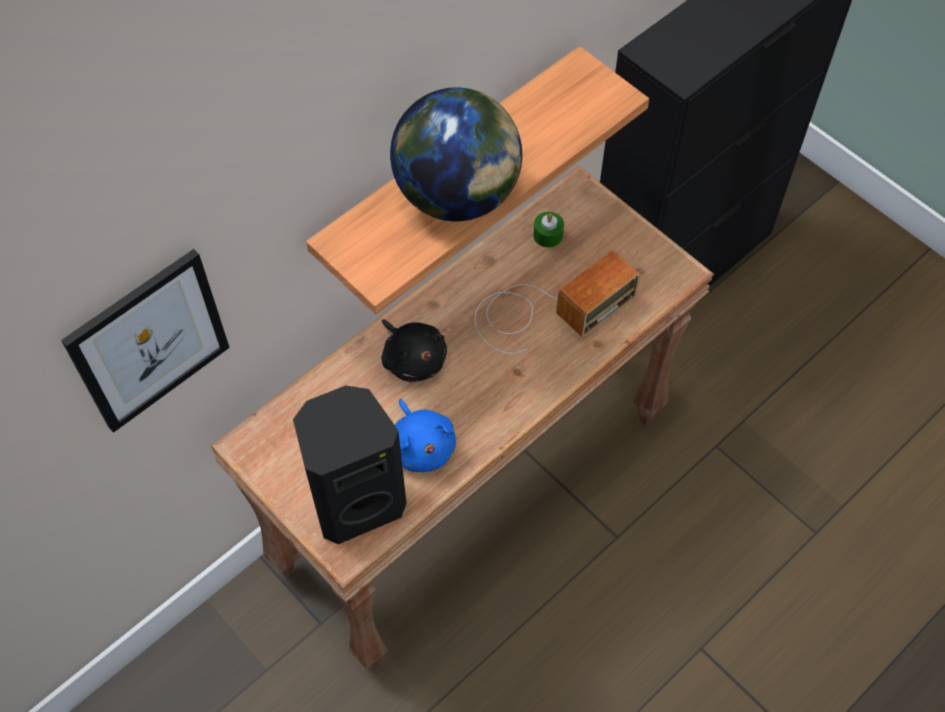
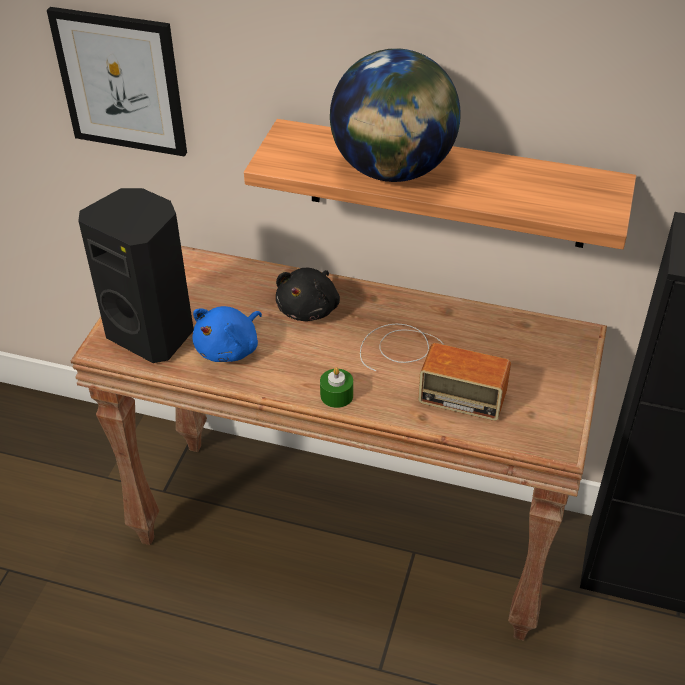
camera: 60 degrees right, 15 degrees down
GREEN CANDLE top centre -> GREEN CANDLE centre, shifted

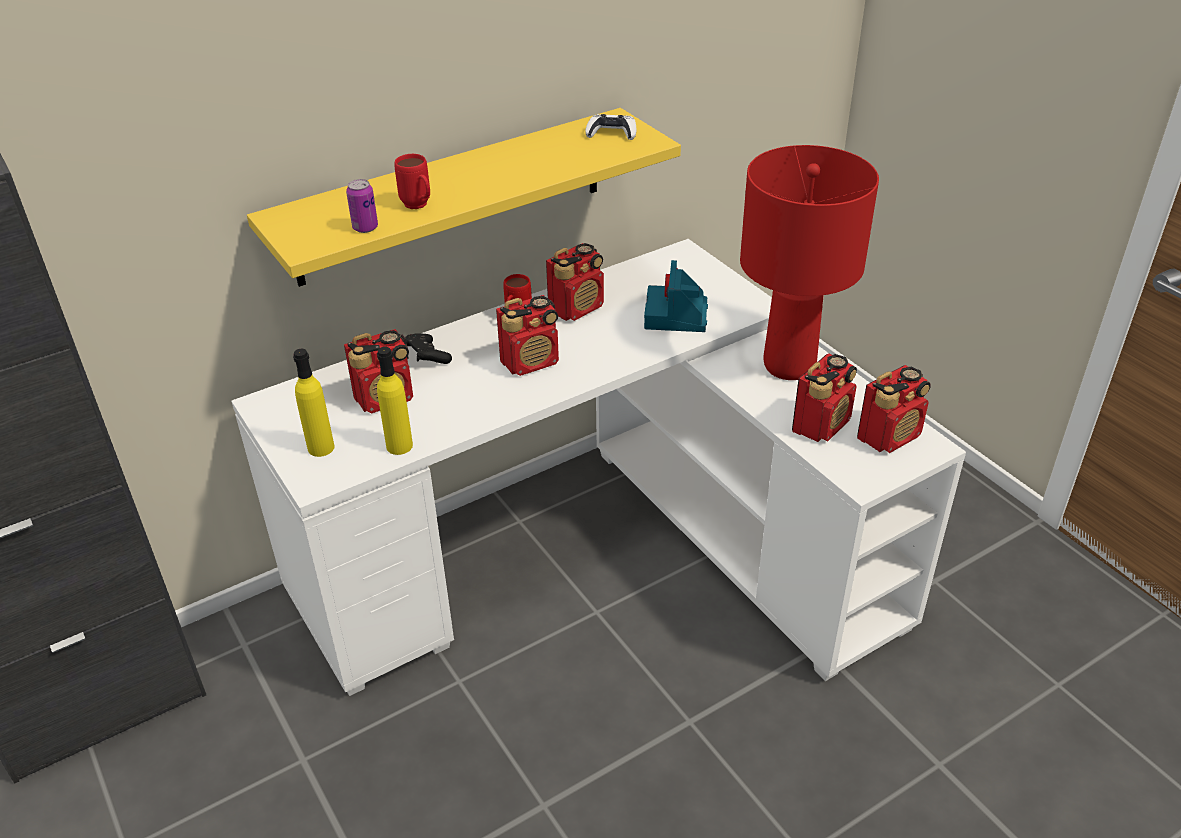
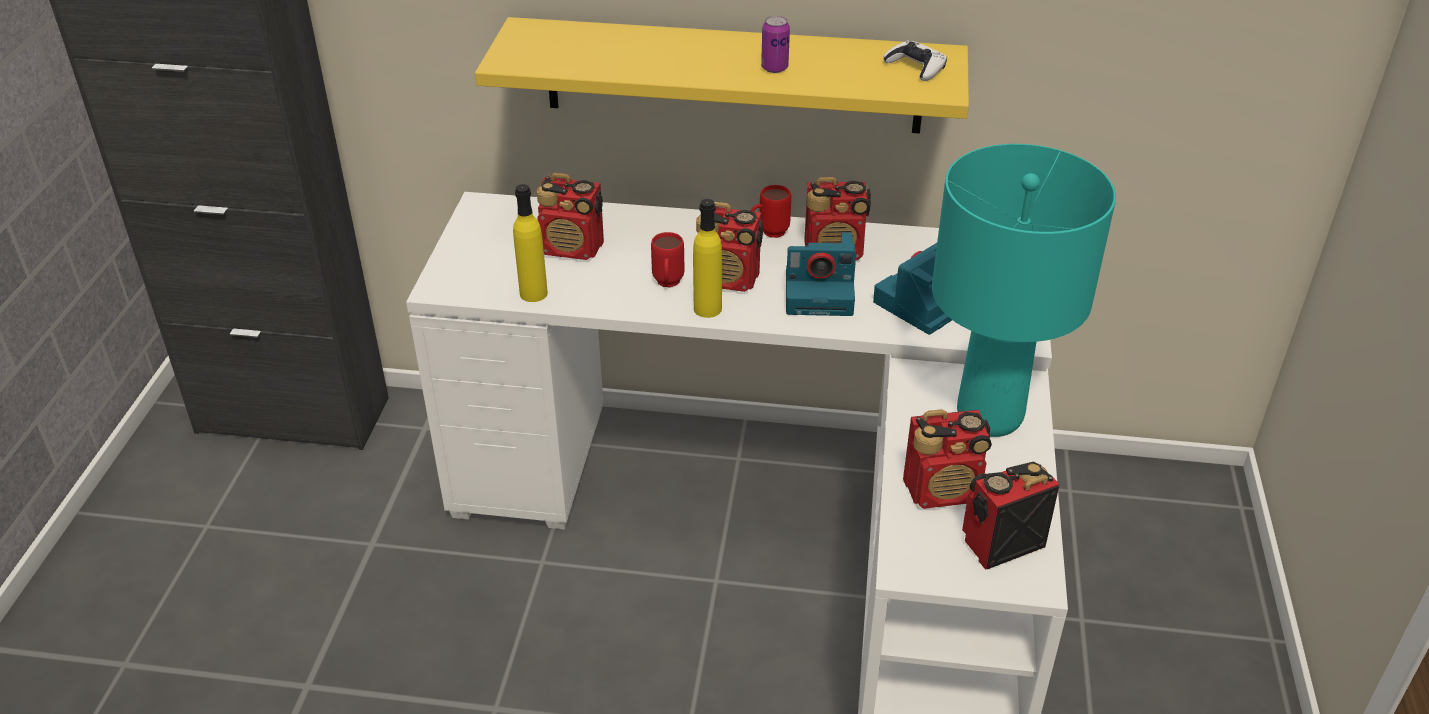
camera: 40 degrees right, 0 degrees up
RED TABLE LAMP top right -> TURQUOISE TABLE LAMP middle right
RED MUG (no. 1 from left) top centre -> RED MUG (no. 1 from left) centre, shifted
CAN top left -> CAN top centre, shifted
BLACK GAME CONTROLLER centre -> none
YELLOW BOTTLE (no. 1 from left in the first image) middle left -> YELLOW BOTTLE (no. 2 from left) centre, shifted
RADIO (no. 5 from left) middle right -> RADIO (no. 5 from left) bottom right, 150 degrees clockwise
none -> PHOTO CAMERA (no. 1 from left) centre

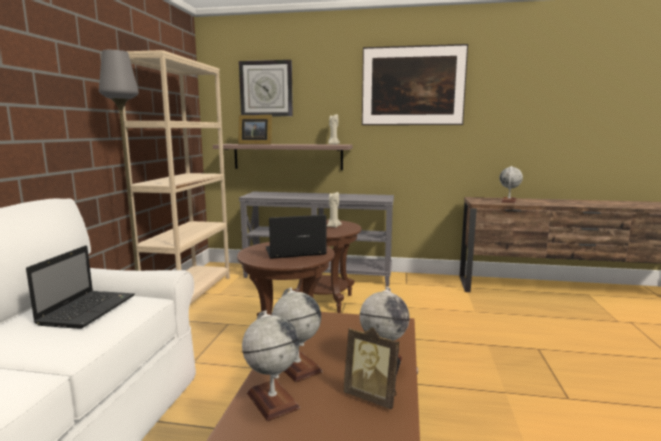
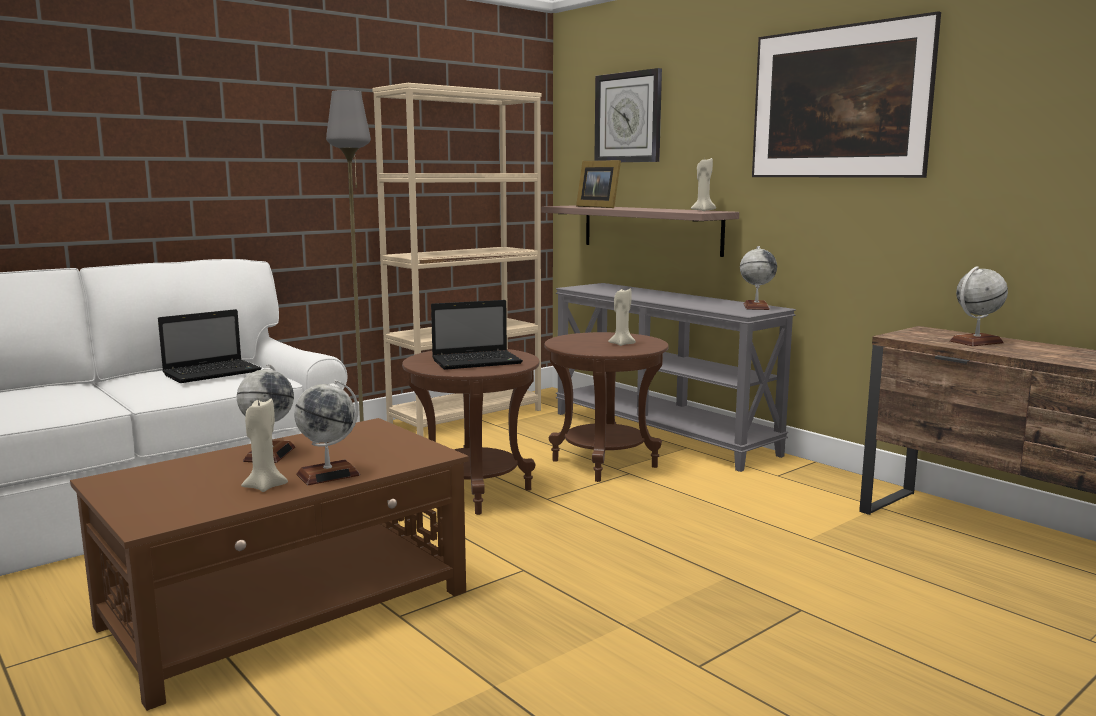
camera: 40 degrees right, 0 degrees up
LAPTOP (no. 2 from left) centre, 135 degrees clockwise
GLOBE (no. 1 from left in the first image) bottom centre -> GLOBE (no. 3 from left) middle right, shifted
PICTURE FRAME (no. 2 from left) bottom centre -> BEIGE CANDLE (no. 1 from left) middle left

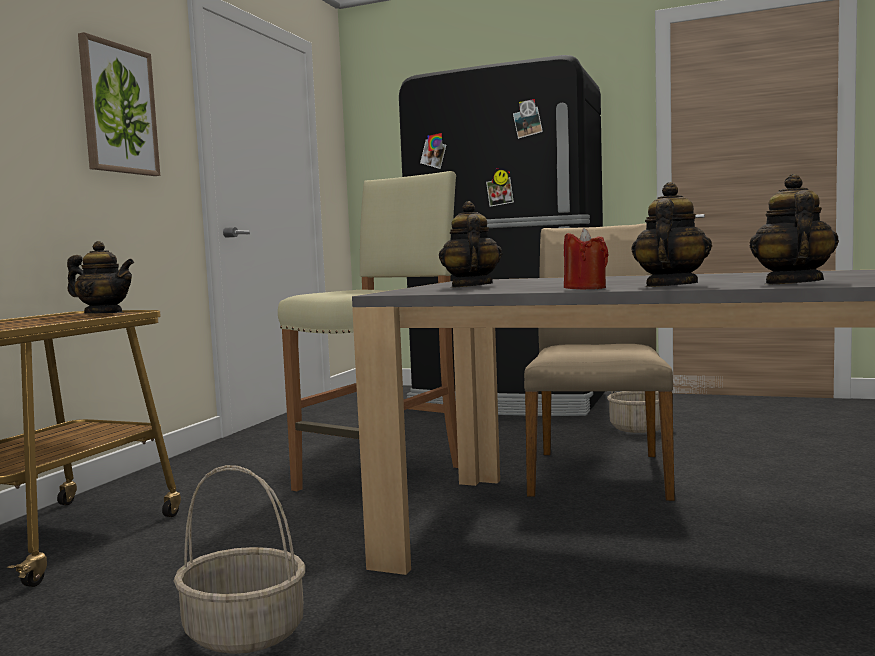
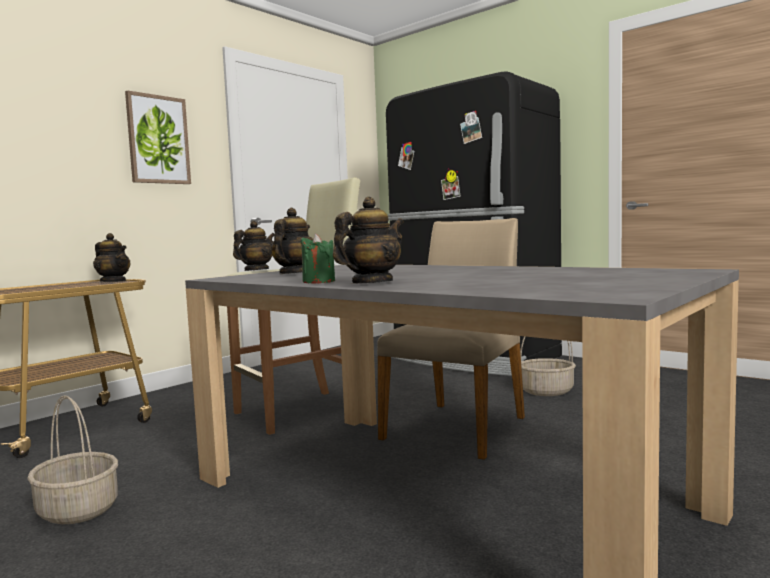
camera: 20 degrees right, 0 degrees up
TEAPOT (no. 4 from left in the first image) middle right -> TEAPOT (no. 2 from left) middle left, shifted
RED CANDLE middle right -> GREEN CANDLE centre

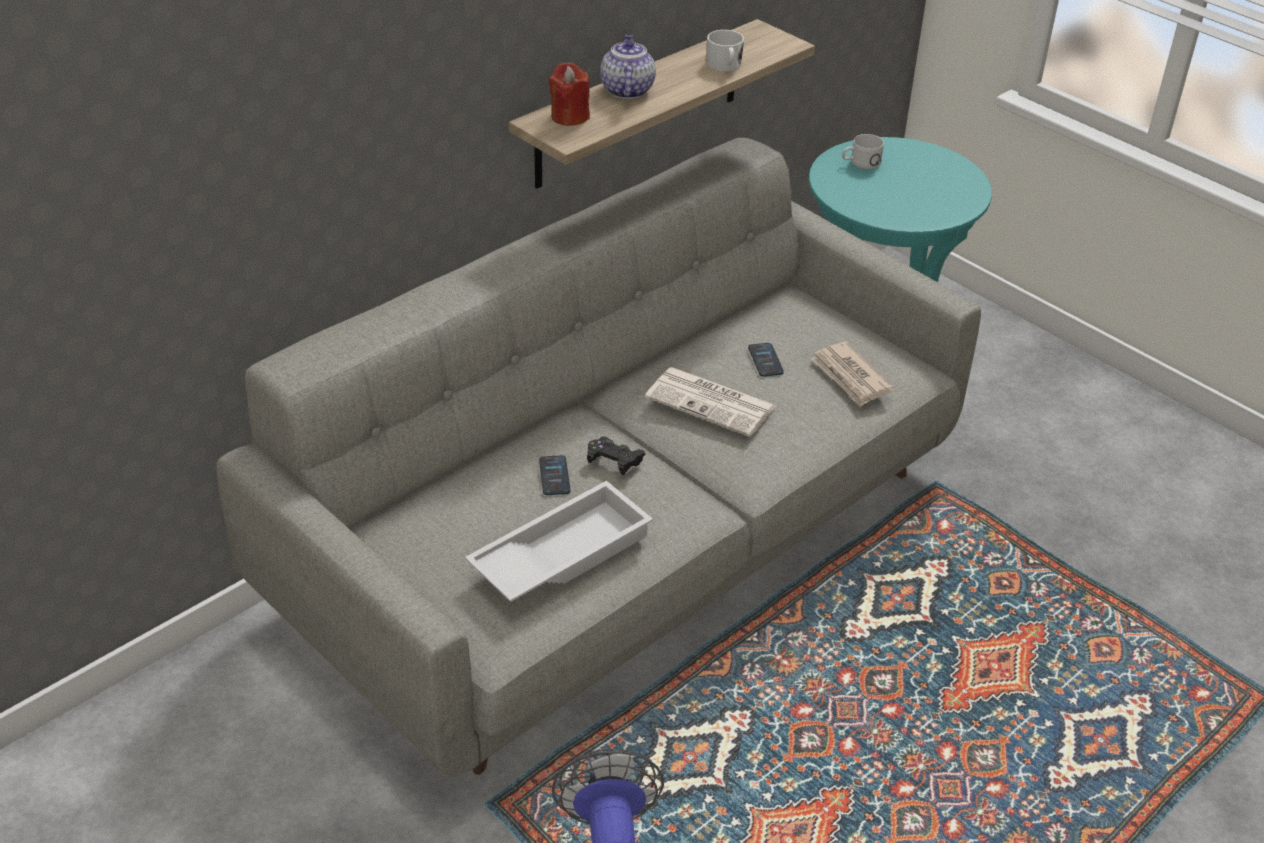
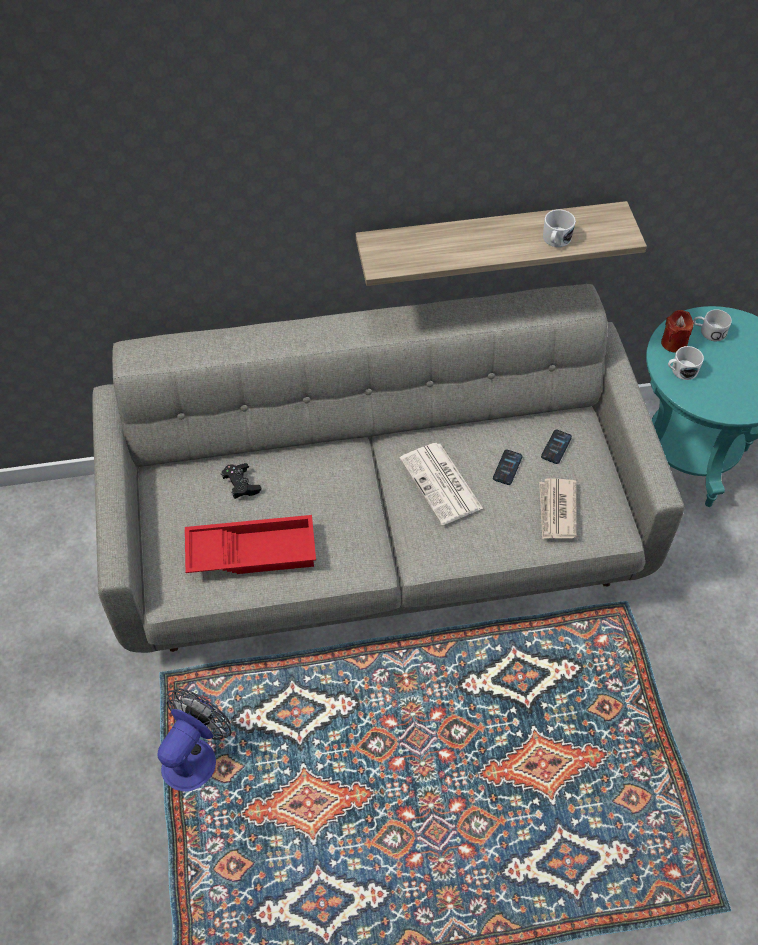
camera: 35 degrees right, 15 degrees up
TEAPOT top centre -> none
RED CANDLE top centre -> RED CANDLE middle right, shifted
BLACK GAME CONTROLLER centre -> BLACK GAME CONTROLLER middle left, shifted
PHONE (no. 1 from left in the first image) centre -> PHONE (no. 2 from left) middle right, shifted
WHITE TRAY centre -> RED TRAY middle left
none -> WHITE MUG (no. 2 from left) middle right

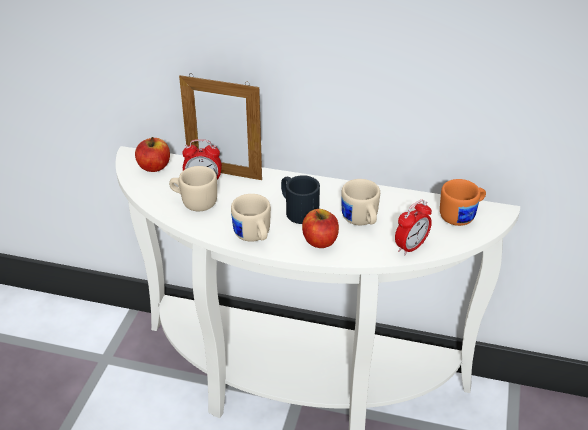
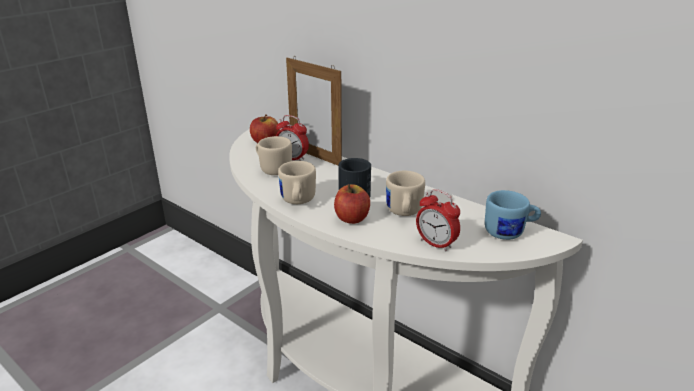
camera: 25 degrees right, 10 degrees down
ORANGE MUG middle right -> BLUE MUG middle right
ALARM CLOCK (no. 2 from left) middle right -> ALARM CLOCK (no. 2 from left) centre, 60 degrees clockwise

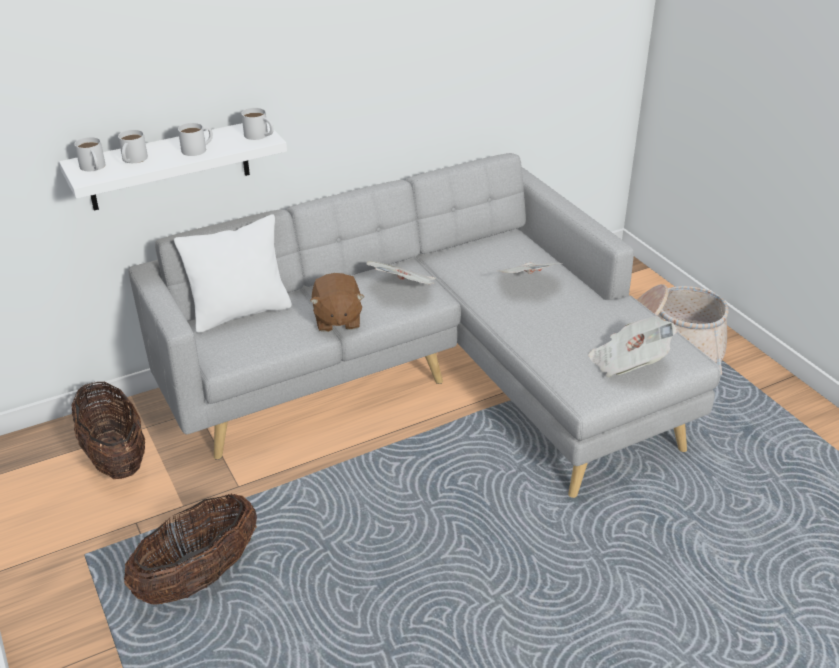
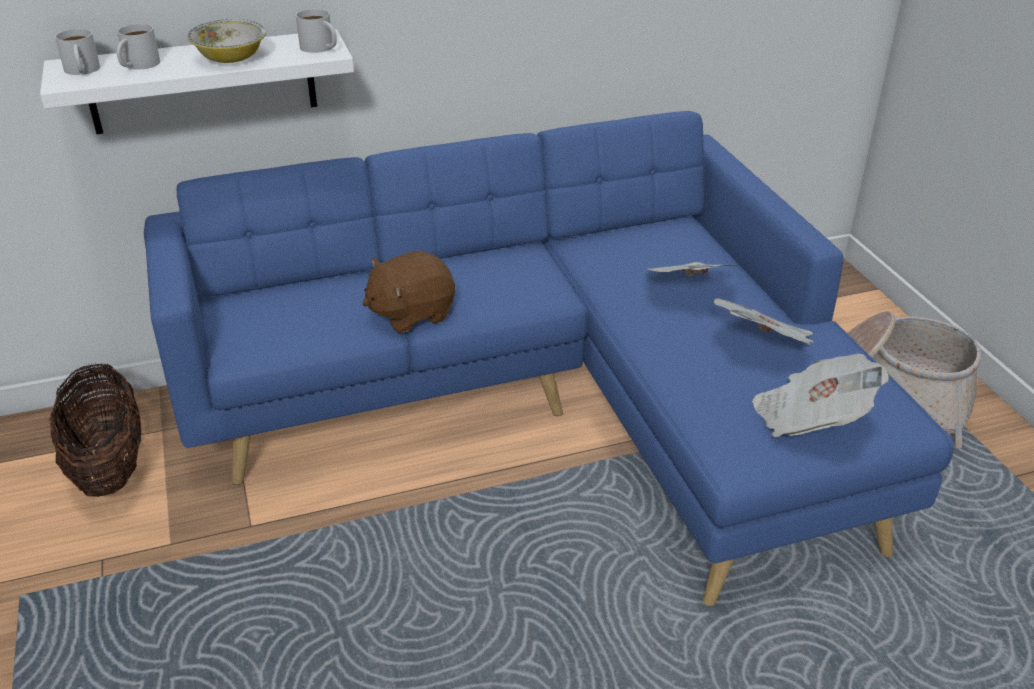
camera: 10 degrees right, 0 degrees up
WHITE MUG (no. 3 from left) top left -> BOWL top left
GREY SOFA centre -> BLUE SOFA centre
WHITE PILLOW middle left -> none
NEWSPAPER (no. 1 from left in the first image) centre -> NEWSPAPER (no. 2 from left) middle right, shifted
BROWN PLUSH TOY centre, 60 degrees clockwise
BASKET (no. 2 from left) bottom left -> none

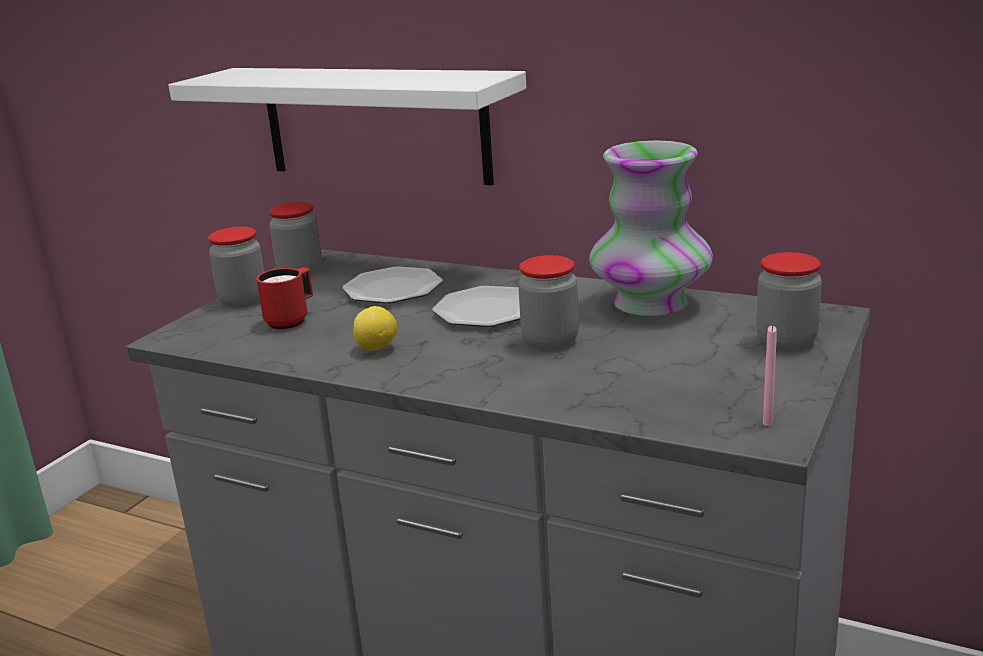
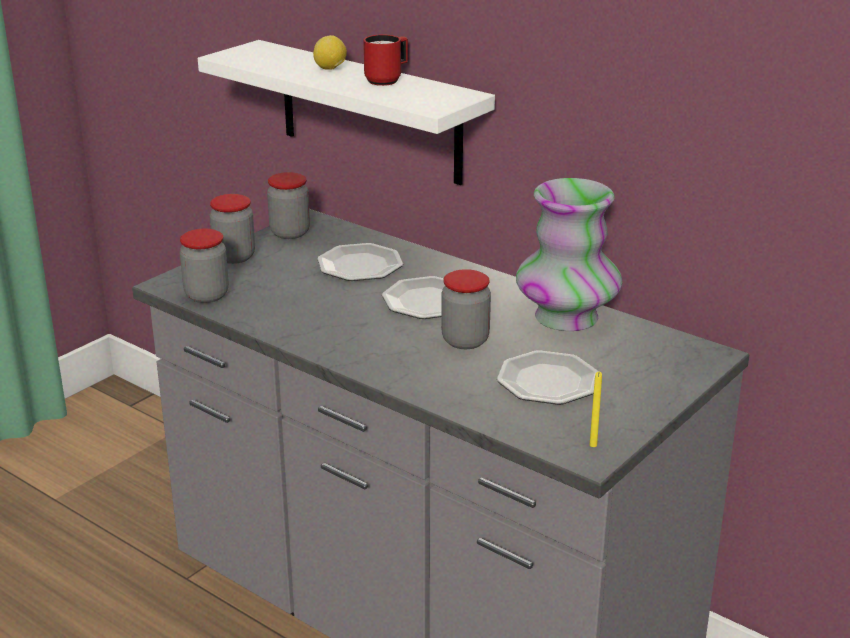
camera: 10 degrees right, 5 degrees up
JAR (no. 4 from left in the first image) middle right -> JAR (no. 1 from left) middle left, shifted
RED MUG middle left -> RED MUG top centre, shifted
LEMON centre -> LEMON top centre, shifted
PINK CANDLE middle right -> YELLOW CANDLE middle right
none -> PLATE (no. 3 from left) centre

